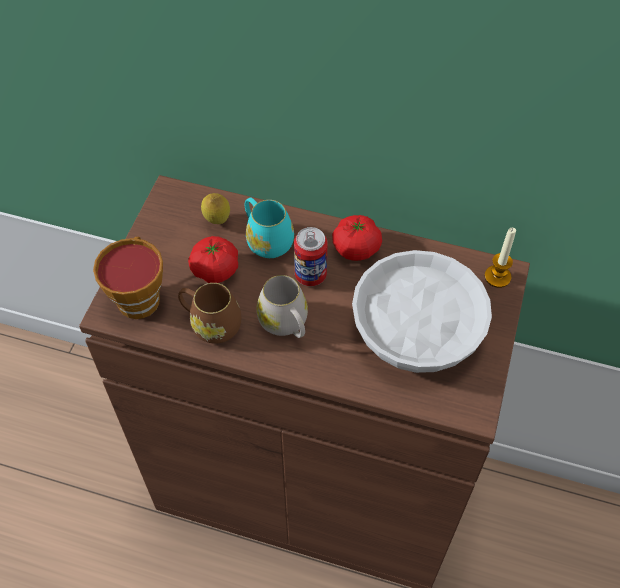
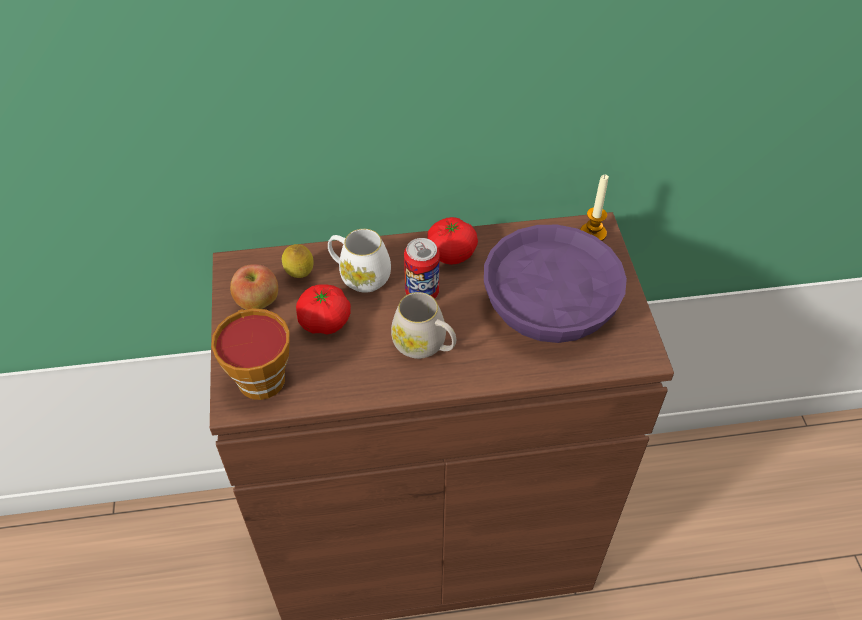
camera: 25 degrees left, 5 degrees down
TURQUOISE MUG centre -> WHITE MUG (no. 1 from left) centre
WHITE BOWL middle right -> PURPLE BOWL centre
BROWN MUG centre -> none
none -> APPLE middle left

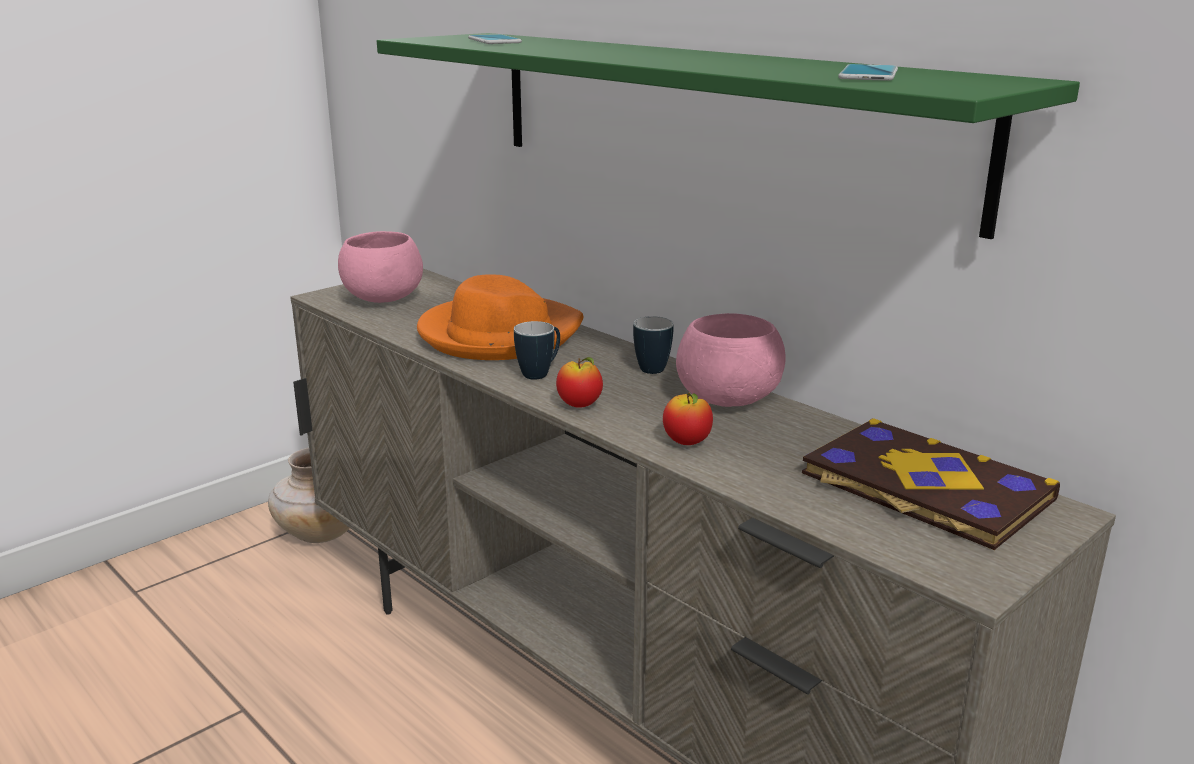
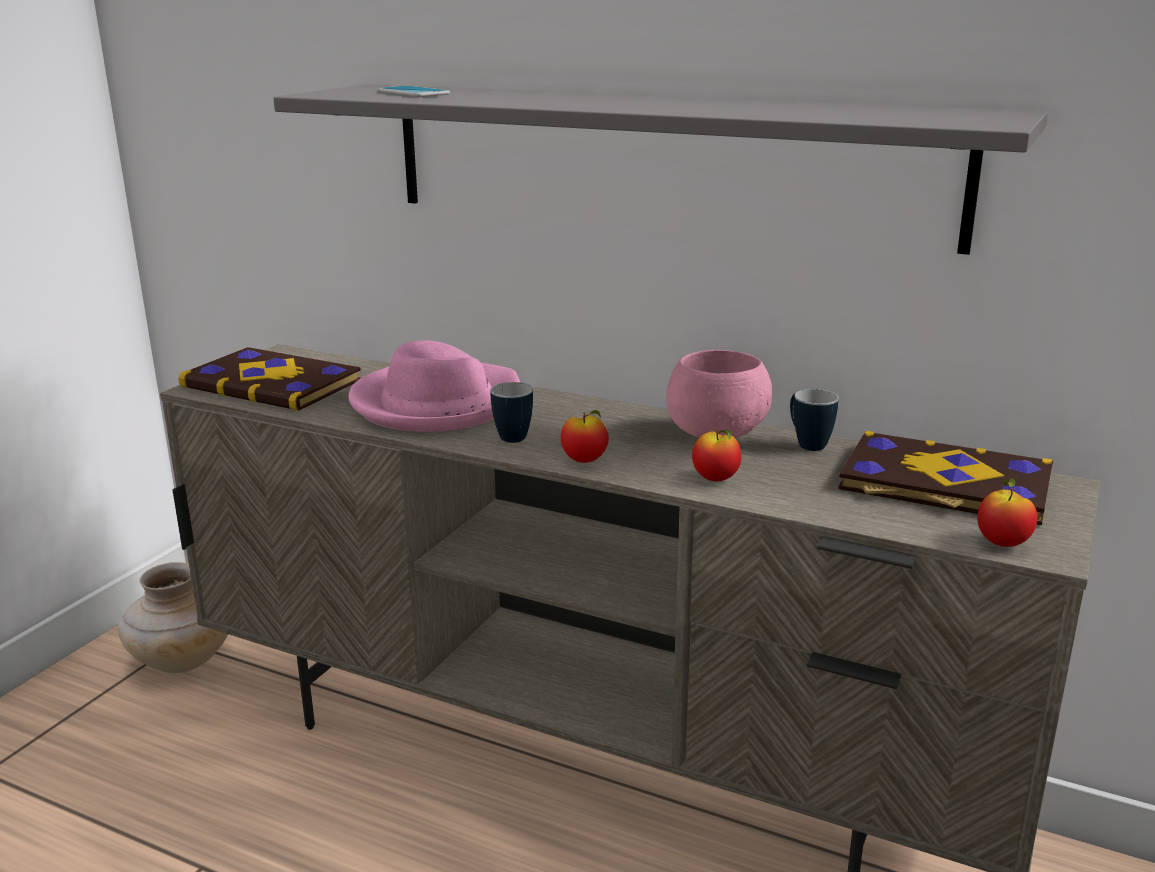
camera: 20 degrees left, 0 degrees up
GREEN SHELF top centre -> GREY SHELF top centre
PHONE (no. 2 from left) top right -> none
PINK BOWL (no. 1 from left) middle left -> BOOK (no. 1 from left) middle left
ORANGE HAT centre -> PINK HAT centre
MUG (no. 2 from left) centre -> MUG (no. 2 from left) middle right, shifted
none -> APPLE (no. 3 from left) middle right

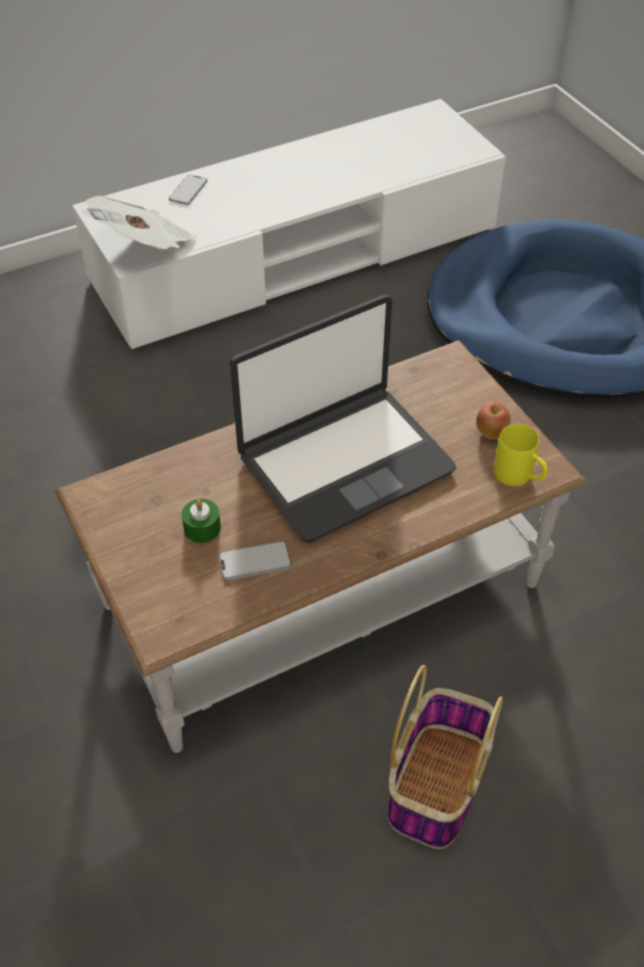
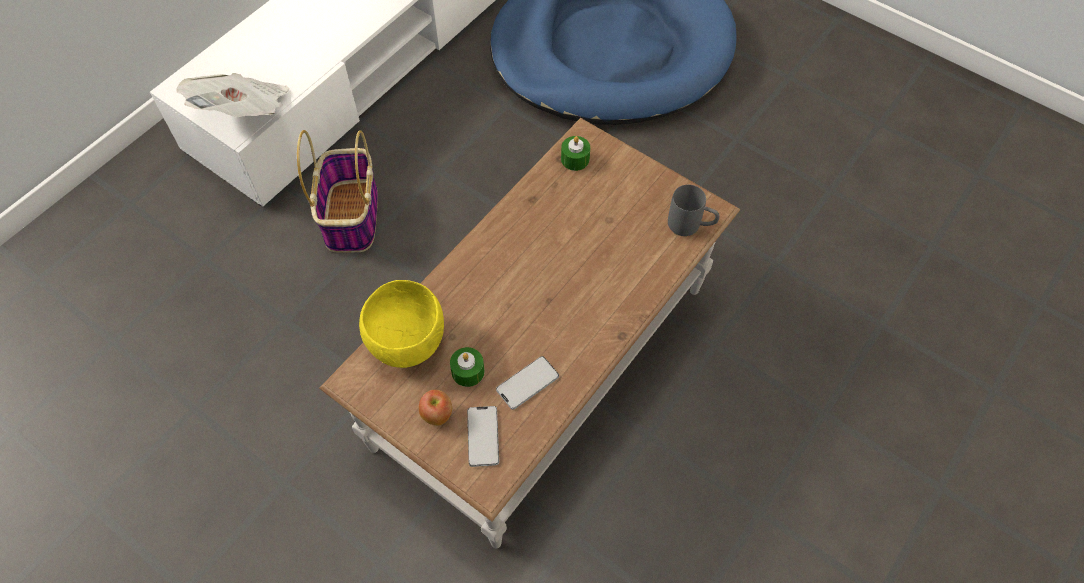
camera: 25 degrees left, 10 degrees up
PHONE (no. 1 from left) top left -> PHONE (no. 1 from left) bottom centre, shifted
LAPTOP centre -> none
APPLE middle right -> APPLE bottom centre, shifted
YELLOW MUG middle right -> GREY MUG centre
BASKET bottom right -> BASKET top left, shifted
none -> GREEN CANDLE (no. 2 from left) top centre
none -> YELLOW BOWL centre

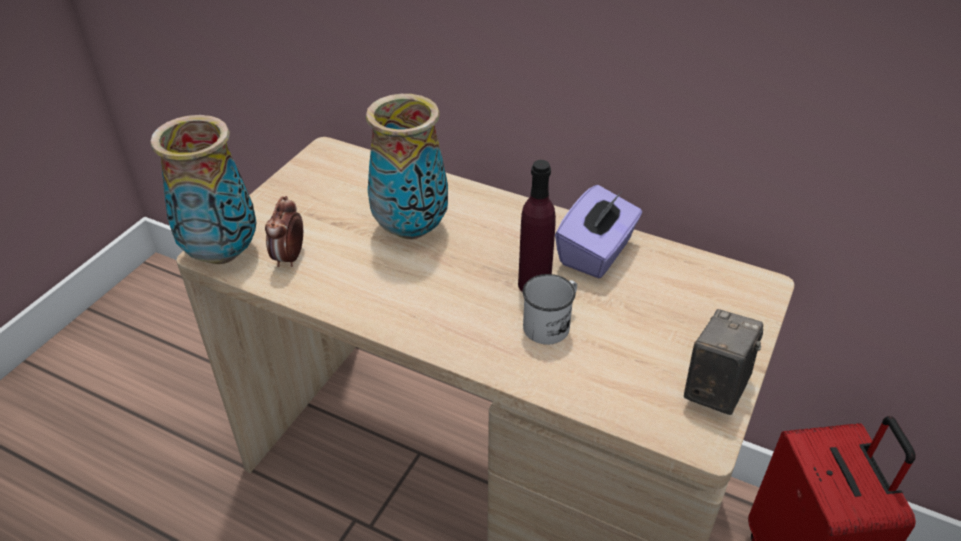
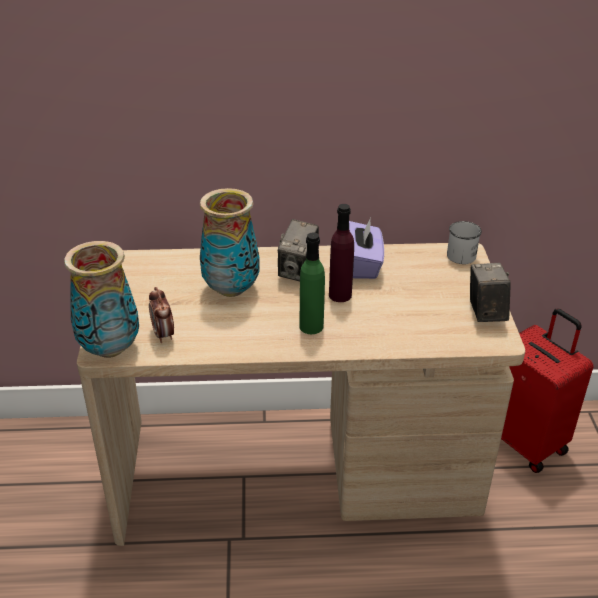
camera: 30 degrees left, 5 degrees down
WHITE MUG centre -> WHITE MUG middle right, shifted
none -> PHOTO CAMERA (no. 1 from left) centre
none -> GREEN BOTTLE centre

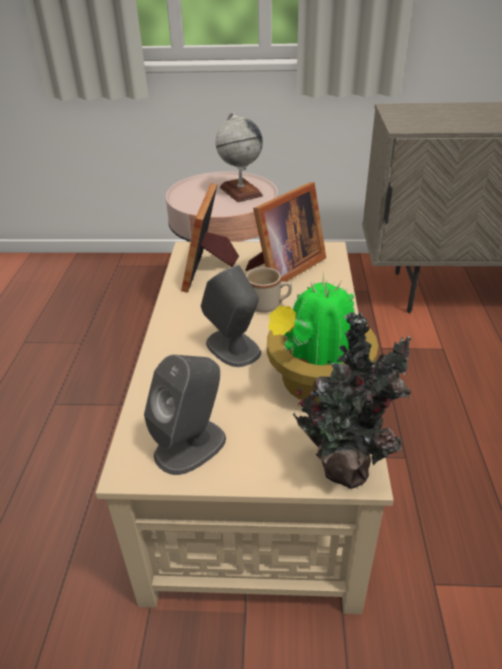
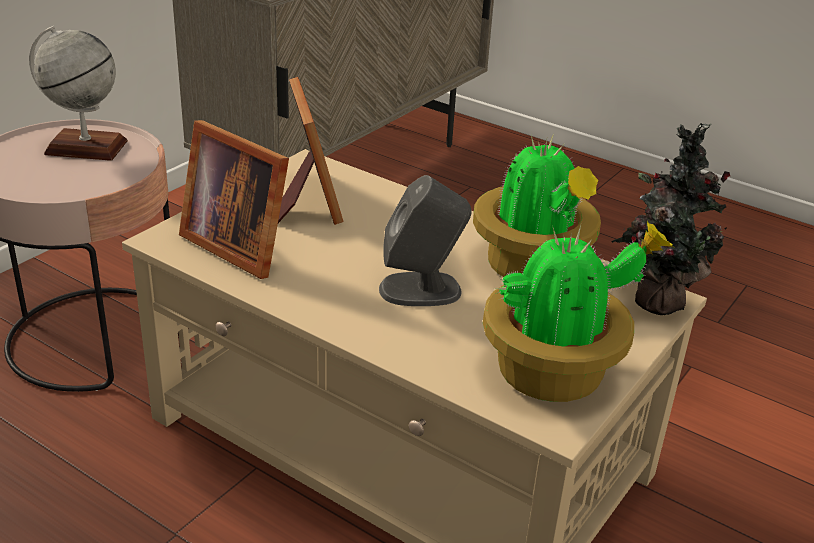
camera: 60 degrees left, 5 degrees down
BEIGE MUG centre -> none
GREY SPEAKER (no. 1 from left) centre -> POTTED PLANT (no. 2 from left) middle right

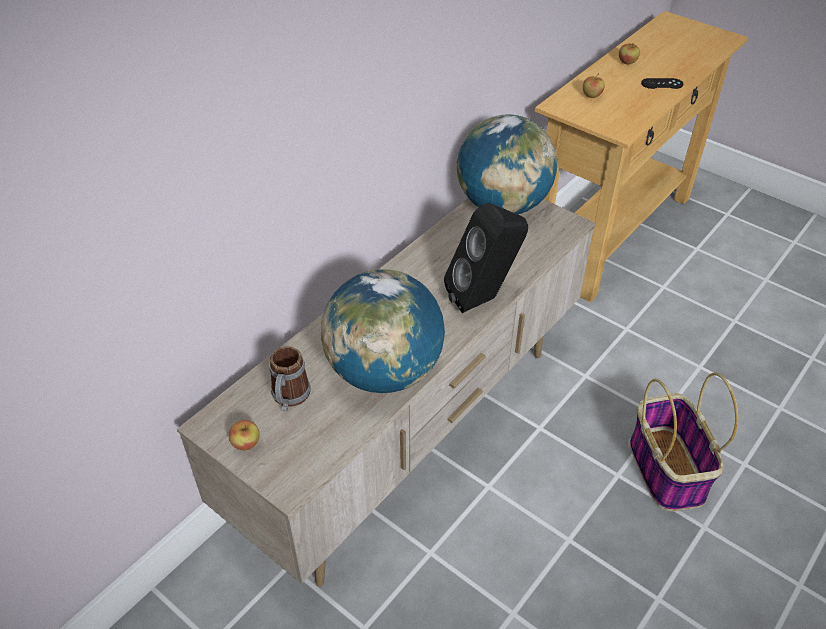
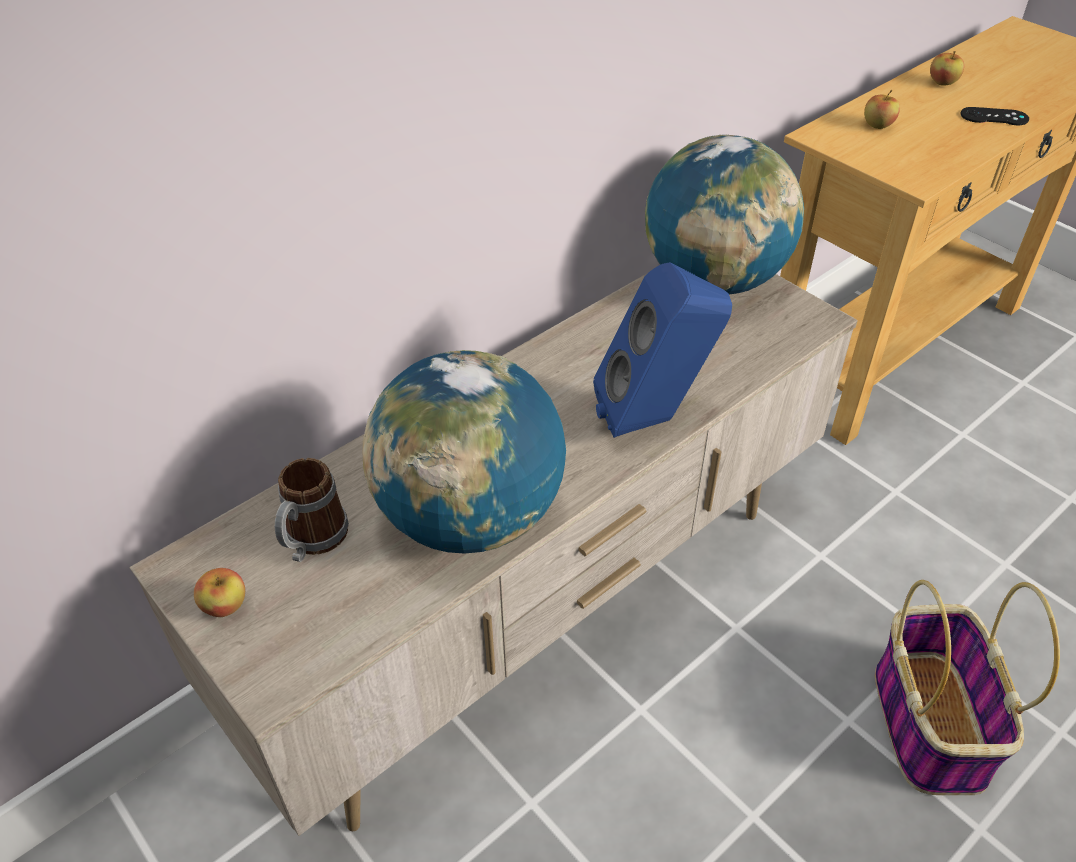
camera: 10 degrees right, 0 degrees up
BLACK SPEAKER centre -> BLUE SPEAKER centre

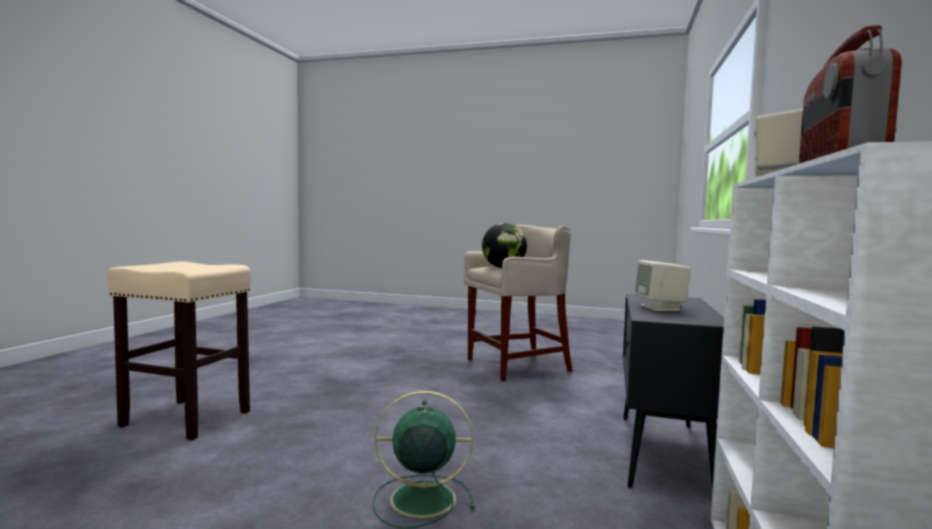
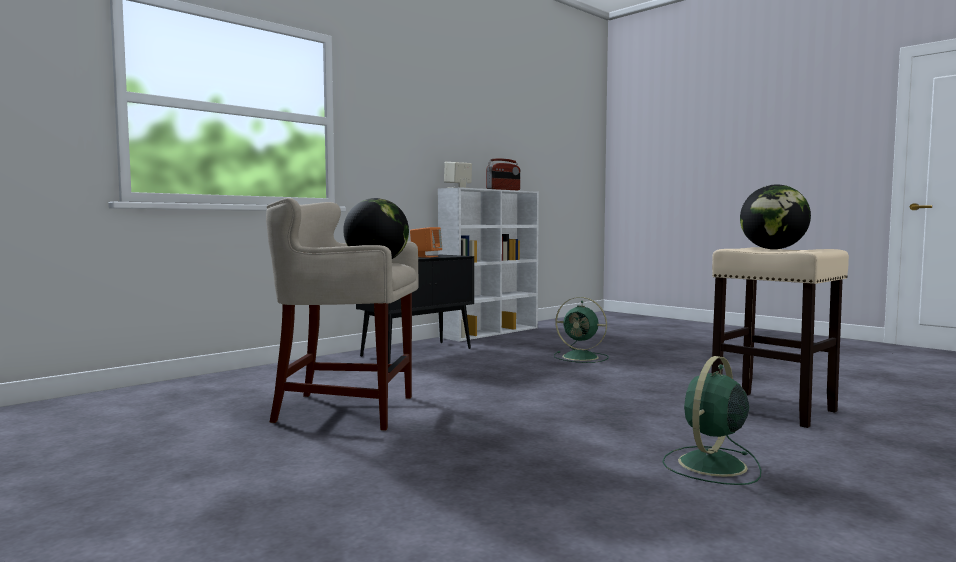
camera: 150 degrees left, 0 degrees up
BEIGE SPEAKER (no. 1 from left) middle right -> ORANGE SPEAKER centre
none -> GLOBE (no. 2 from left) middle right
none -> GREEN FAN (no. 2 from left) bottom right

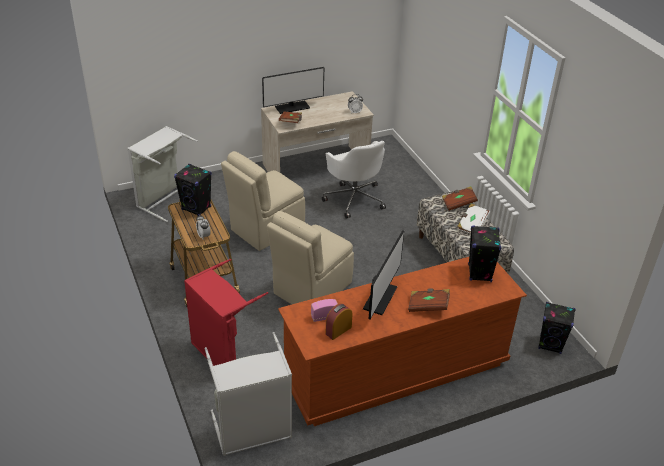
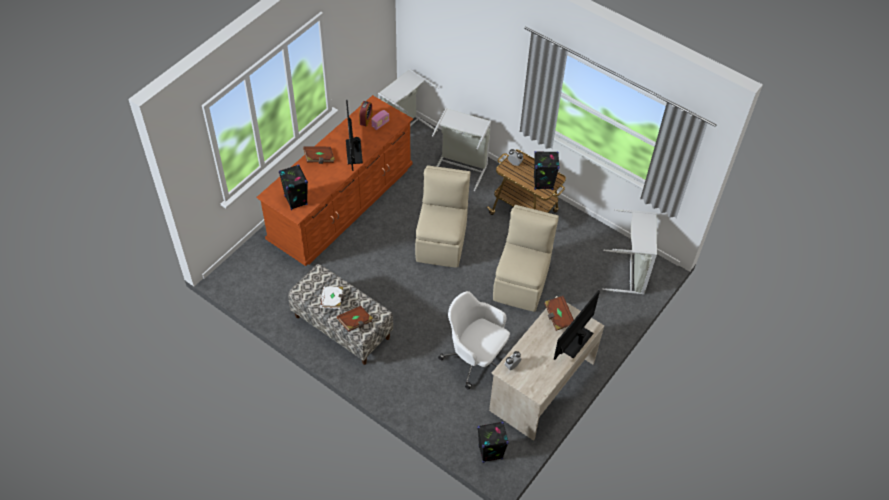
camera: 150 degrees right, 15 degrees up
RED LAUNDRY BASKET bottom centre -> GREY LAUNDRY BASKET (no. 2 from left) top centre
BLACK SPEAKER (no. 3 from left in the first image) bottom right -> BLACK SPEAKER (no. 2 from left) bottom centre, shifted

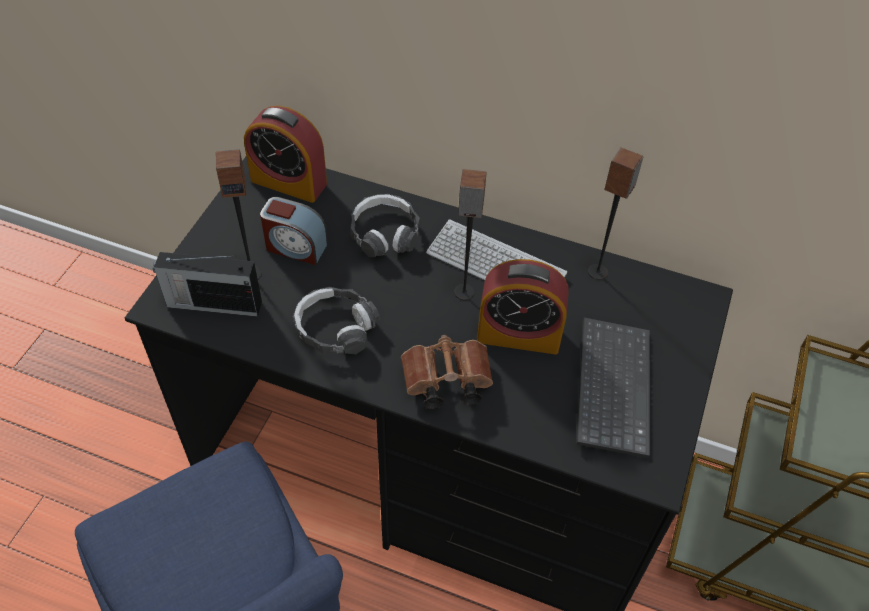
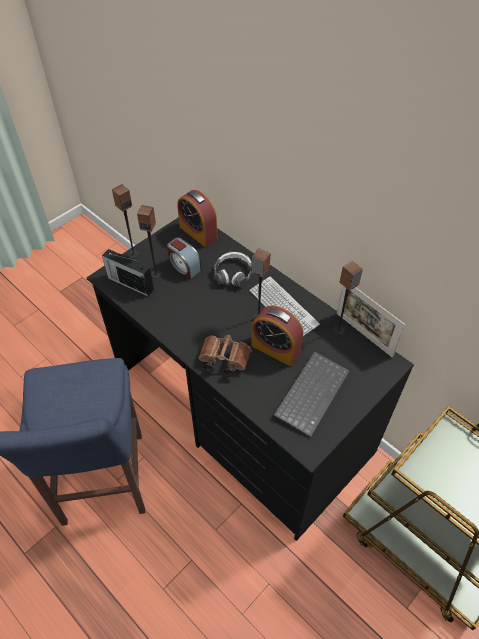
camera: 25 degrees right, 0 degrees up
HEADPHONES (no. 1 from left) centre -> none
none -> SPEAKER (no. 1 from left) middle left
none -> PICTURE FRAME middle right

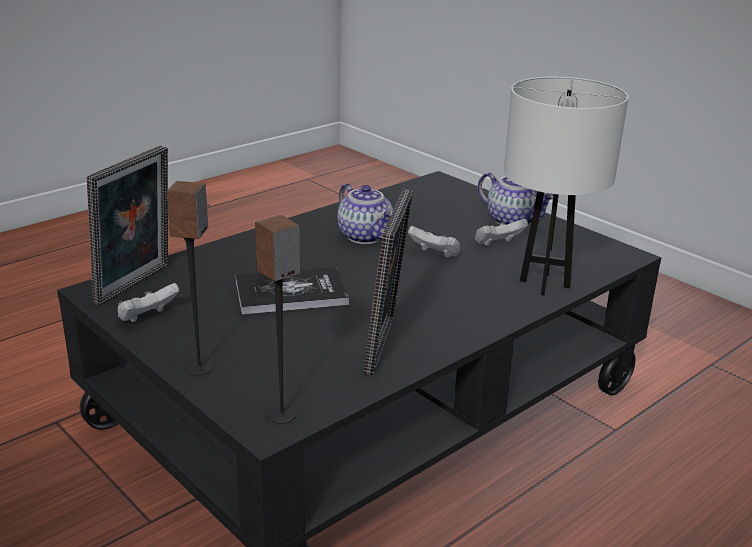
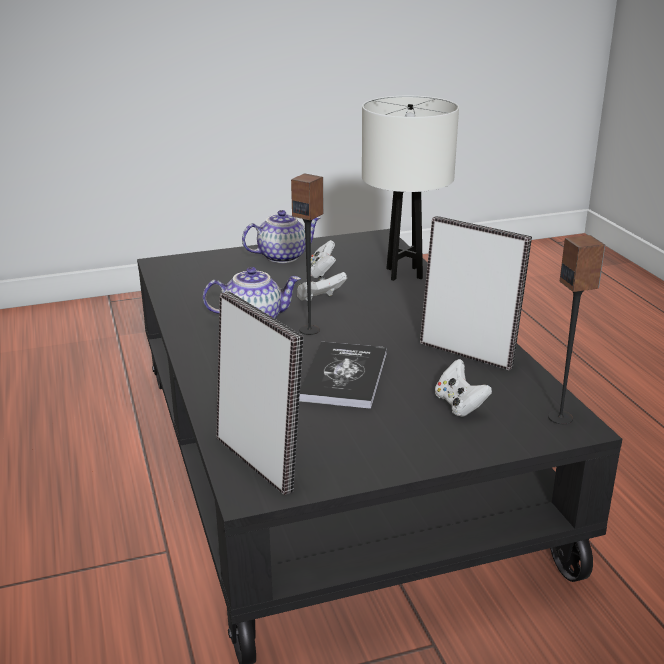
camera: 65 degrees left, 0 degrees up
SPEAKER (no. 1 from left) middle left -> SPEAKER (no. 1 from left) centre, shifted
WHITE GAME CONTROLLER (no. 1 from left in the first image) middle left -> WHITE GAME CONTROLLER (no. 3 from left) middle right, shifted

